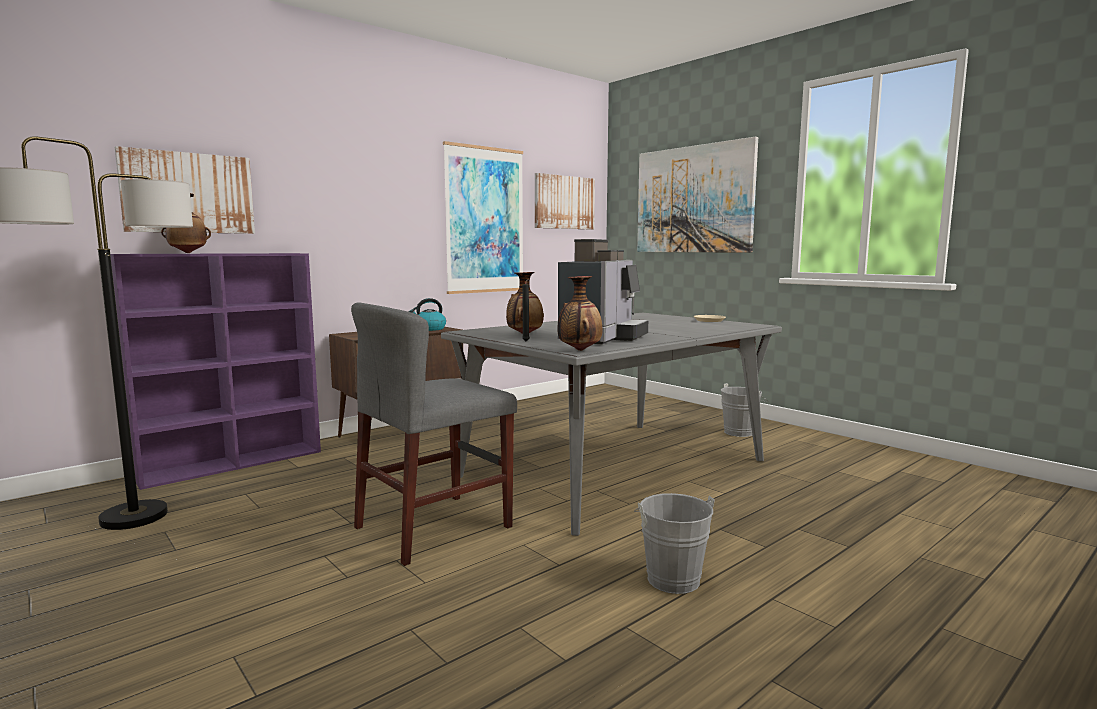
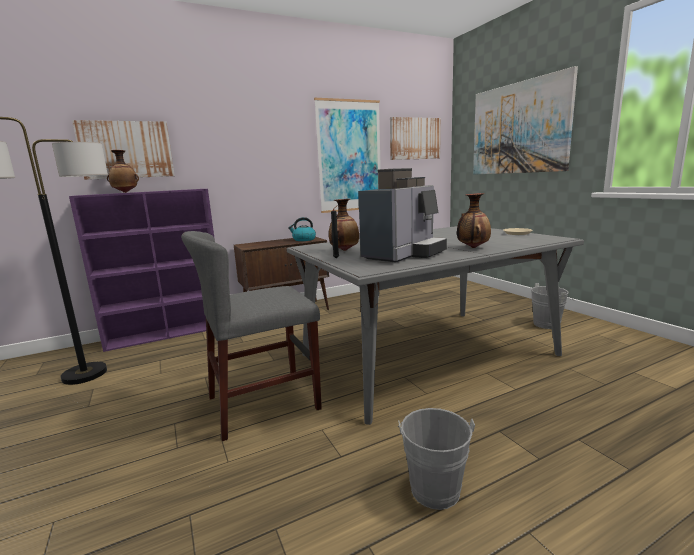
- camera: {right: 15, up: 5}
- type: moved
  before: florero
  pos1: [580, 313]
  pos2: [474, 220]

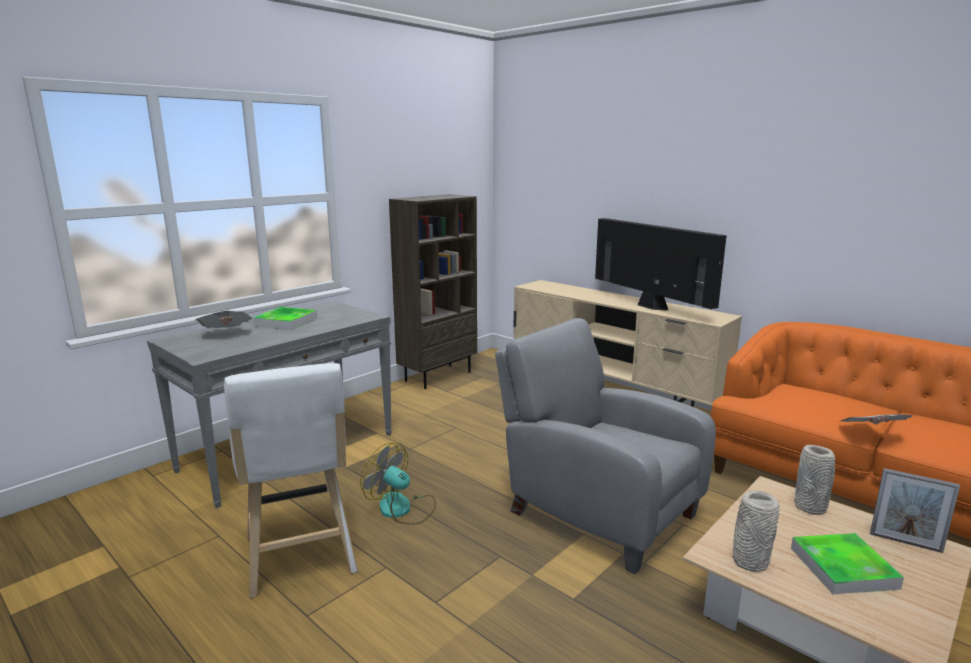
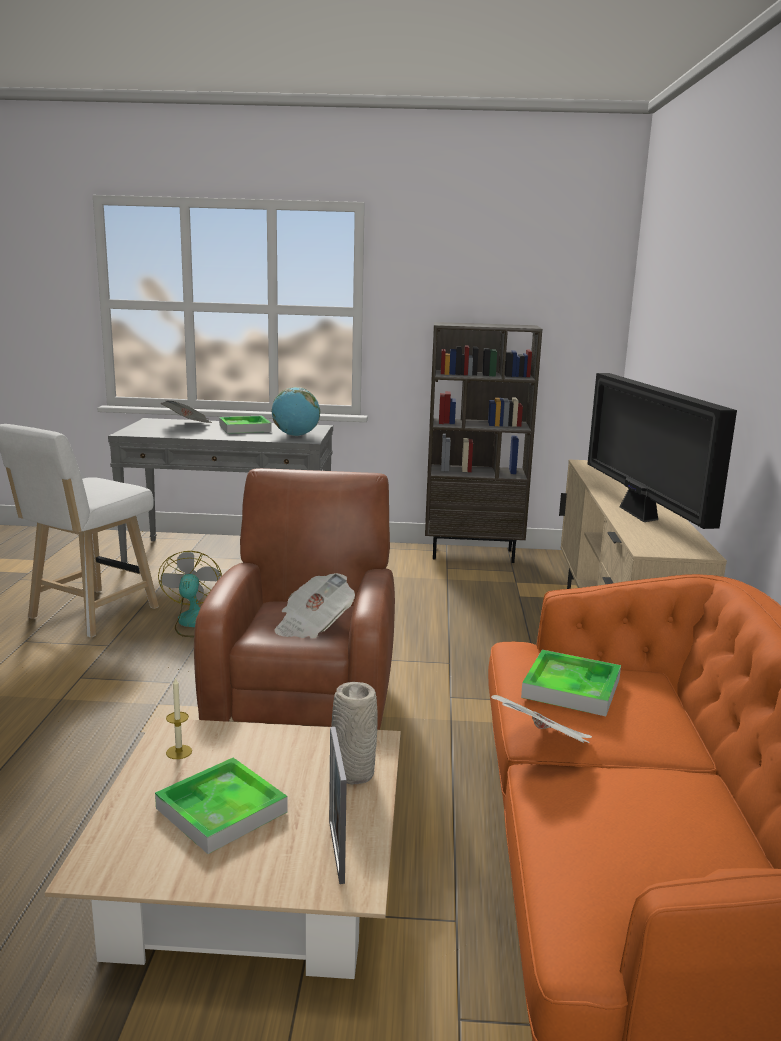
- camera: {right: 50, up: 0}
- type: recoloured
  before: sillón (gris)
  after: sillón (marrón)
  pos1: [605, 446]
  pos2: [294, 599]
- type: turned
  before: televisor
  pos1: [661, 264]
  pos2: [662, 451]
  turn: 150
- type: replaced
  before: florero (gris)
  after: vela
  pos1: [756, 531]
  pos2: [179, 718]
- type: added
  after: globo terráqueo
  pos2: [296, 411]
- type: added
  after: periódico
  pos2: [314, 606]
- type: added
  after: bandeja
  pos2: [571, 683]

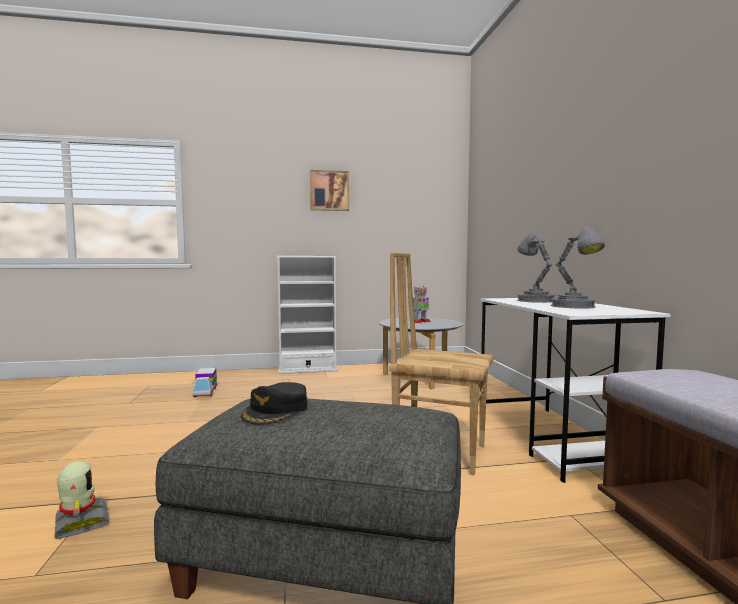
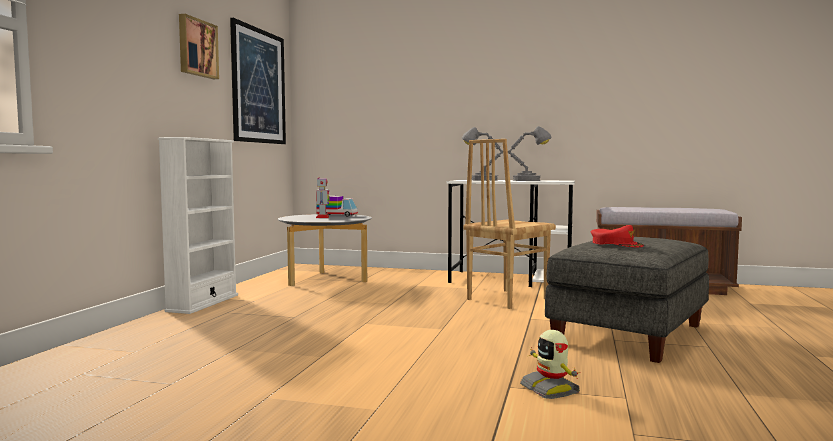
- camera: {right: -65, up: 0}
- type: turned
  before: robot de juguete
  pos1: [81, 500]
  pos2: [550, 364]
  turn: -105
- type: moved
  before: camión de juguete
  pos1: [204, 382]
  pos2: [337, 206]
- type: recoloured
  before: gorra (negro)
  after: gorra (rojo)
  pos1: [274, 403]
  pos2: [617, 236]
- type: added
  after: cuadro
  pos2: [258, 81]

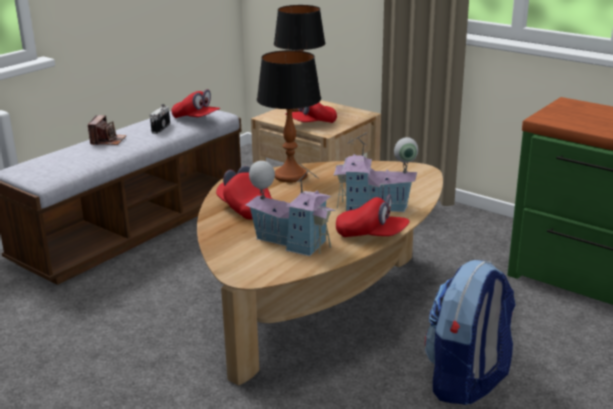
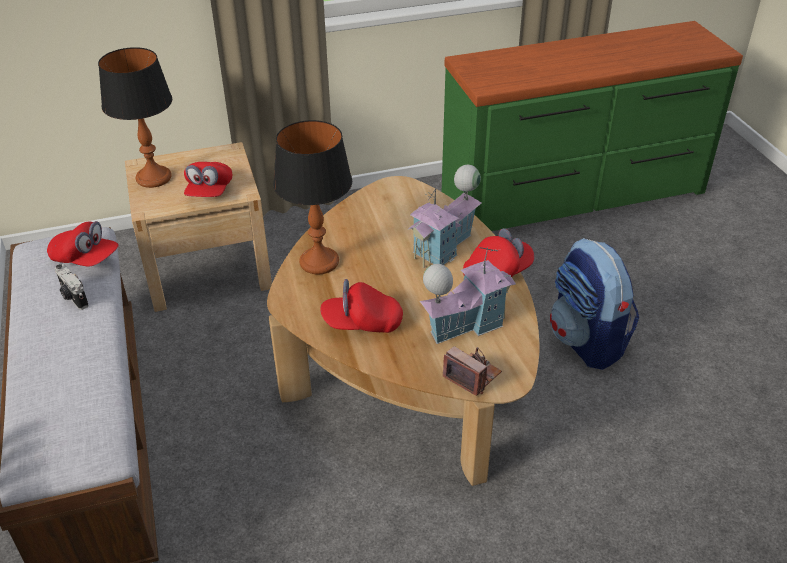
- camera: {right: -55, up: 15}
- type: moved
  before: cámara
  pos1: [107, 130]
  pos2: [472, 371]
- type: turned
  before: gorra (rojo)
  pos1: [196, 103]
  pos2: [83, 244]
  turn: 45

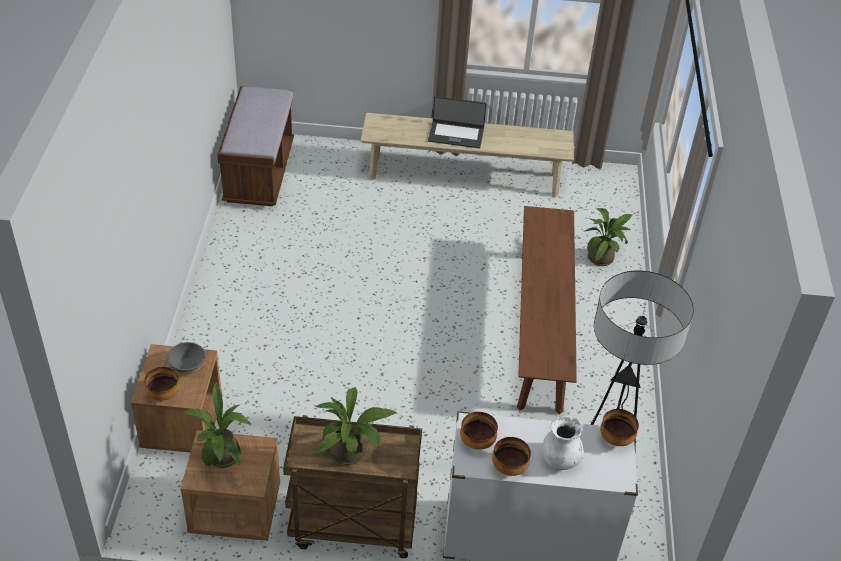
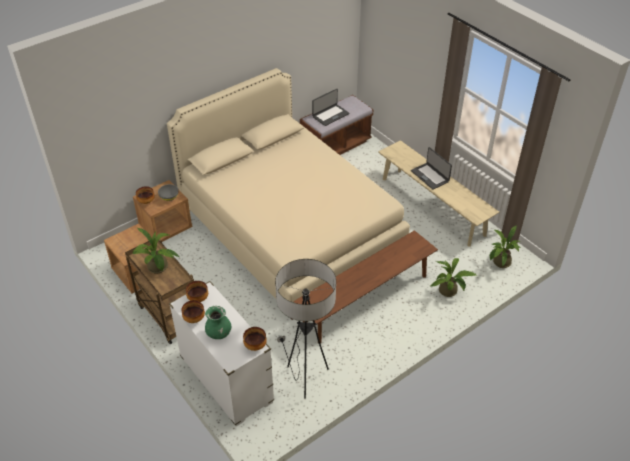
- camera: {right: 50, up: 0}
- type: moved
  before: planta en maceta
  pos1: [216, 425]
  pos2: [505, 247]
- type: recoloured
  before: florero (blanco)
  after: florero (verde)
  pos1: [563, 442]
  pos2: [218, 322]
- type: added
  after: cama (beis)
  pos2: [288, 194]
- type: added
  after: portátil
  pos2: [331, 107]

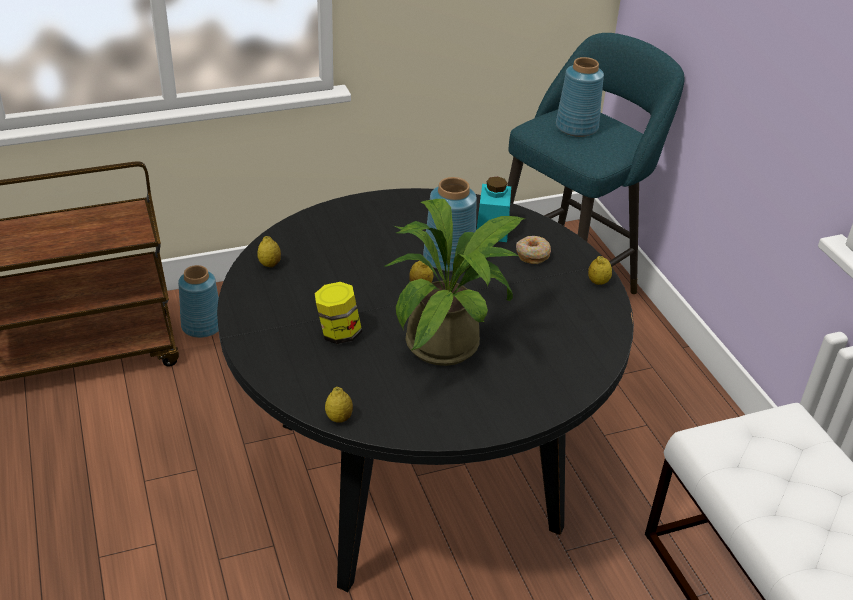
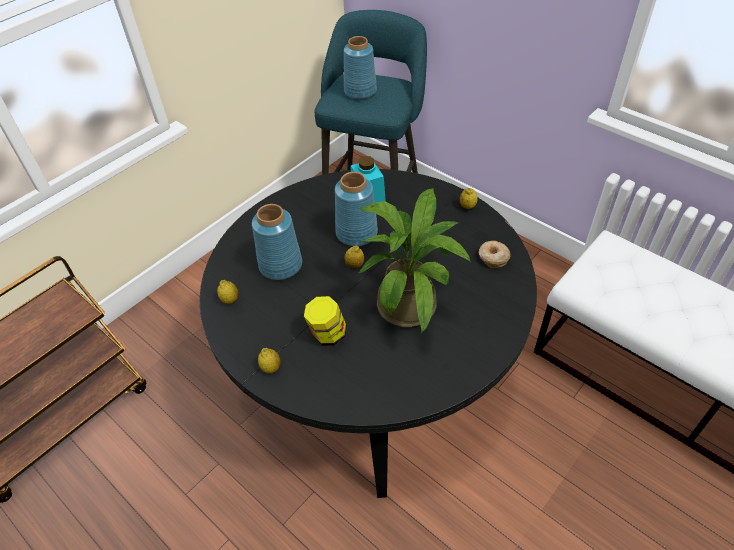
- camera: {right: -25, up: 10}
- type: moved
  before: florero (azul)
  pos1: [198, 301]
  pos2: [277, 242]
- type: moved
  before: limón
  pos1: [339, 405]
  pos2: [269, 360]
- type: moved
  before: rosquilla
  pos1: [533, 250]
  pos2: [495, 254]

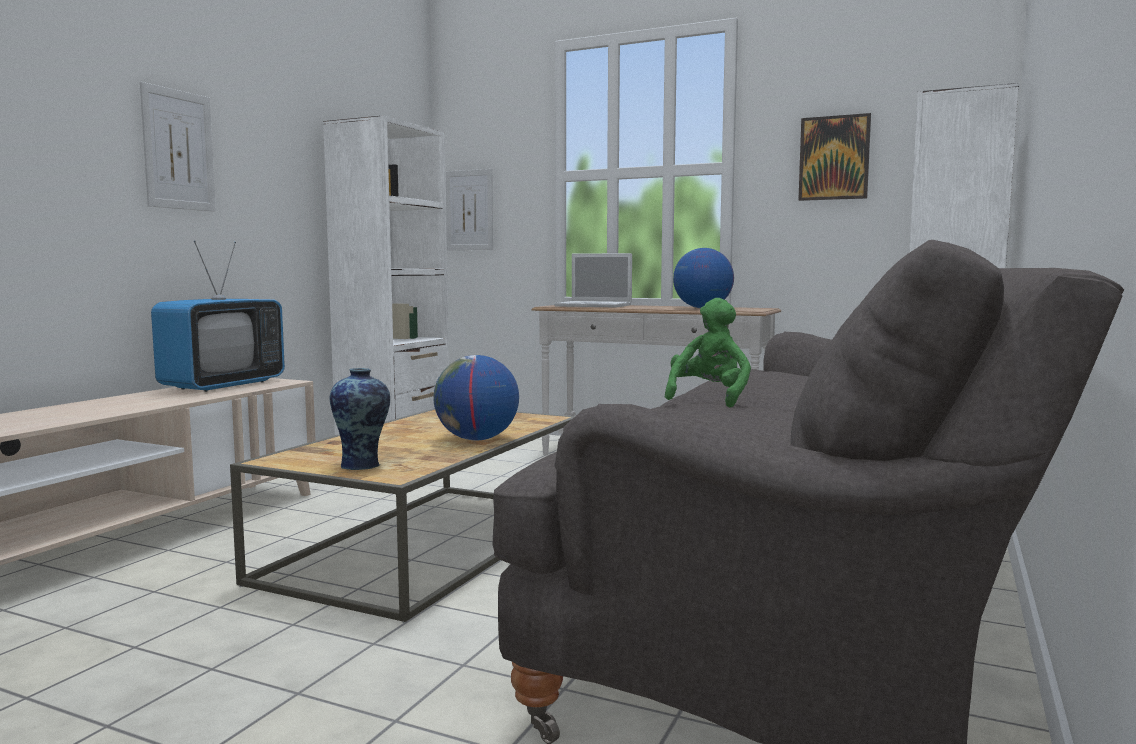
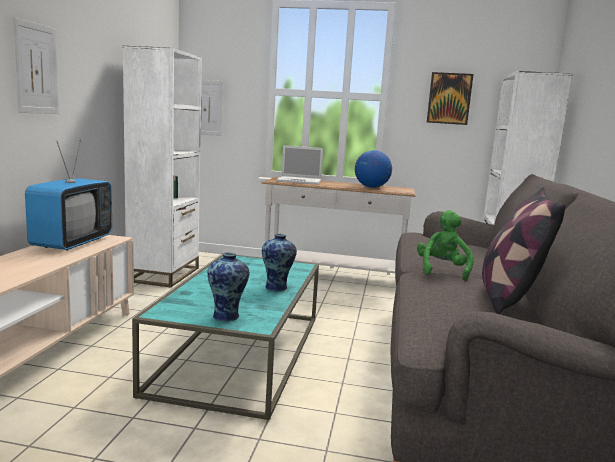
- camera: {right: -15, up: 5}
- type: recoloured
  before: mesa de centro (marrón)
  after: mesa de centro (turquesa)
  pos1: [402, 515]
  pos2: [225, 337]
- type: replaced
  before: globo terráqueo
  after: florero
  pos1: [476, 397]
  pos2: [279, 262]
- type: added
  after: cojín
  pos2: [523, 250]

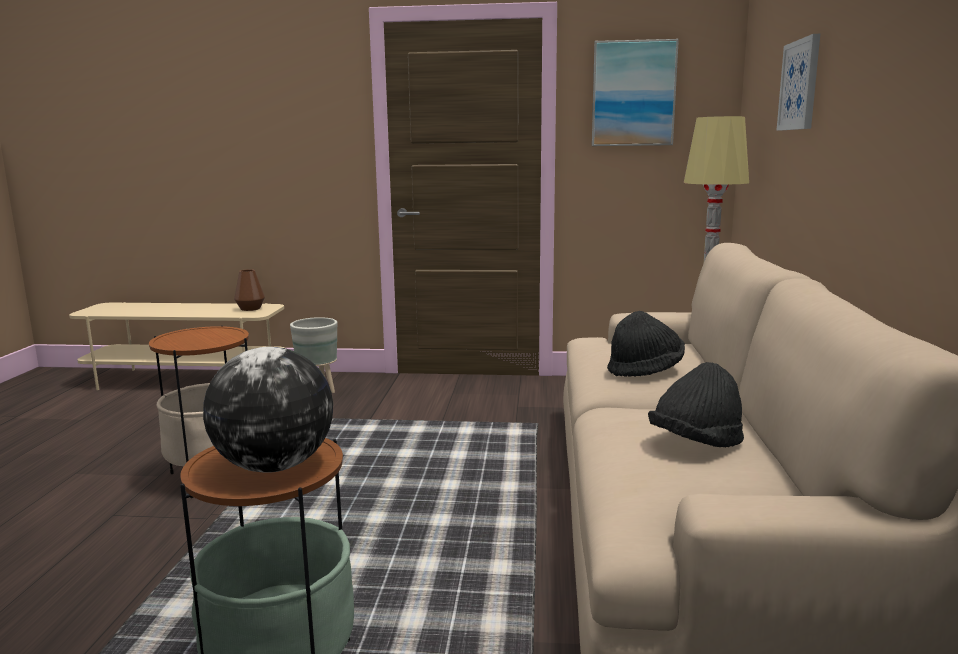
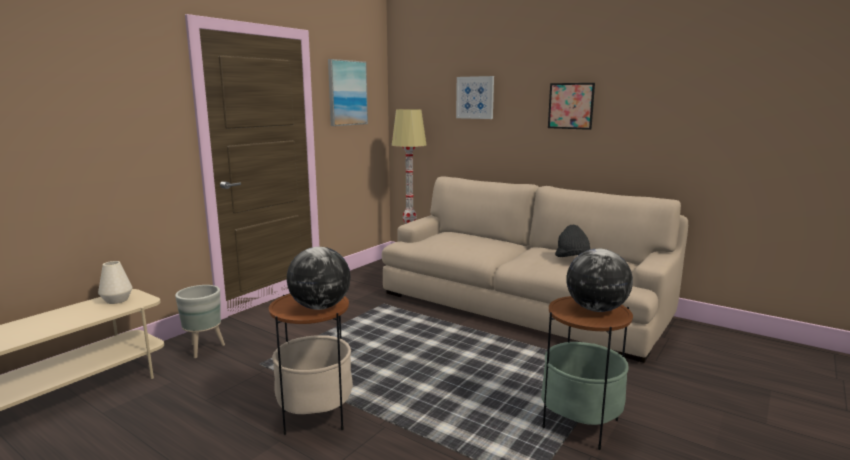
- camera: {right: -60, up: 0}
- type: recoloured
  before: florero (marrón)
  after: florero (blanco)
  pos1: [249, 290]
  pos2: [115, 282]
- type: removed
  before: sombrero (negro)
  pos1: [646, 344]
- type: added
  after: globo terráqueo
  pos2: [319, 278]
- type: added
  after: cuadro
  pos2: [571, 106]

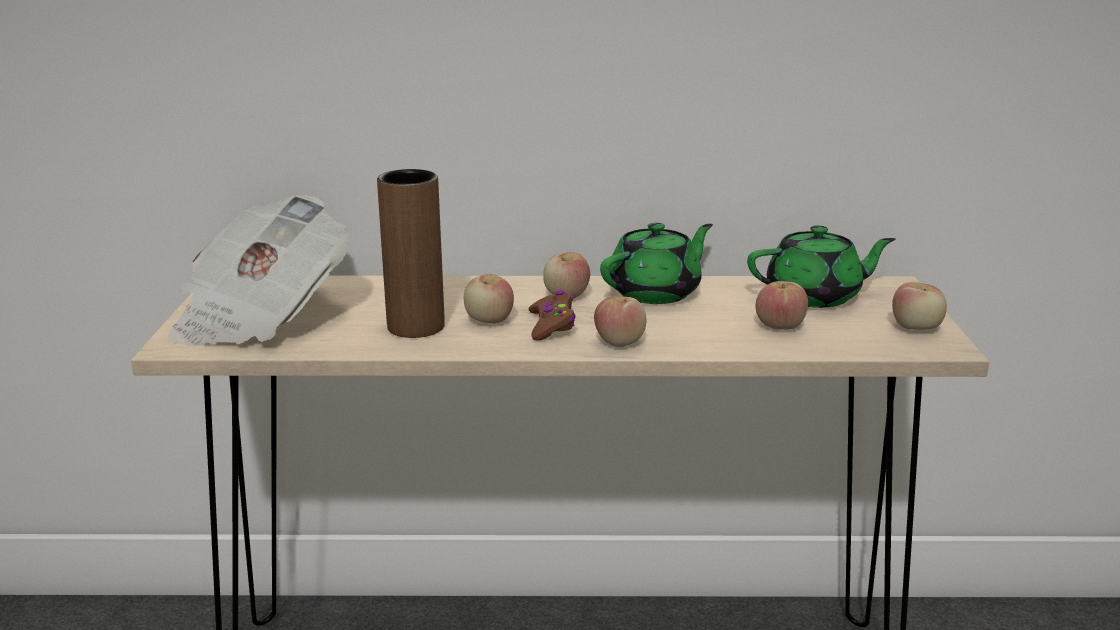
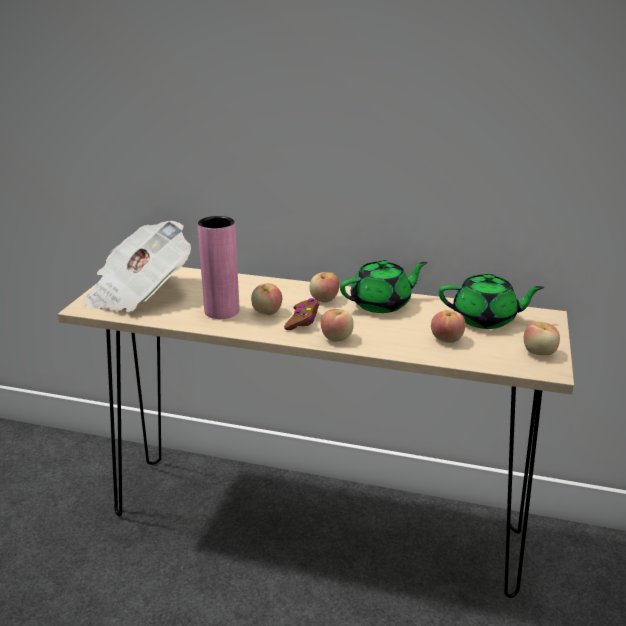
- camera: {right: 15, up: 5}
- type: recoloured
  before: florero (marrón)
  after: florero (rosa)
  pos1: [411, 253]
  pos2: [218, 267]

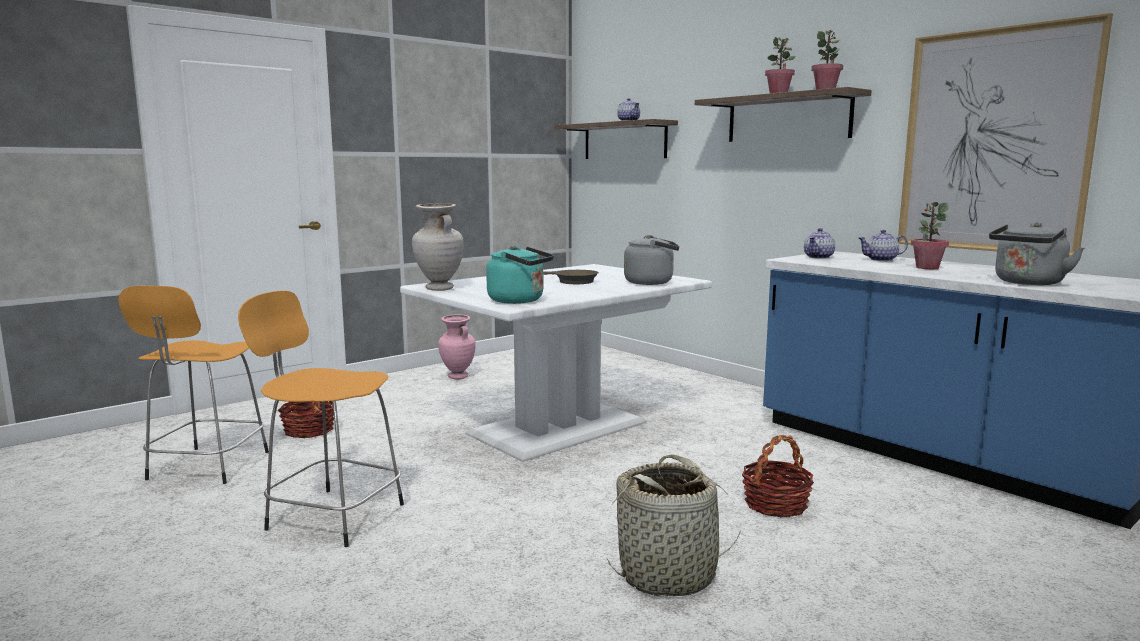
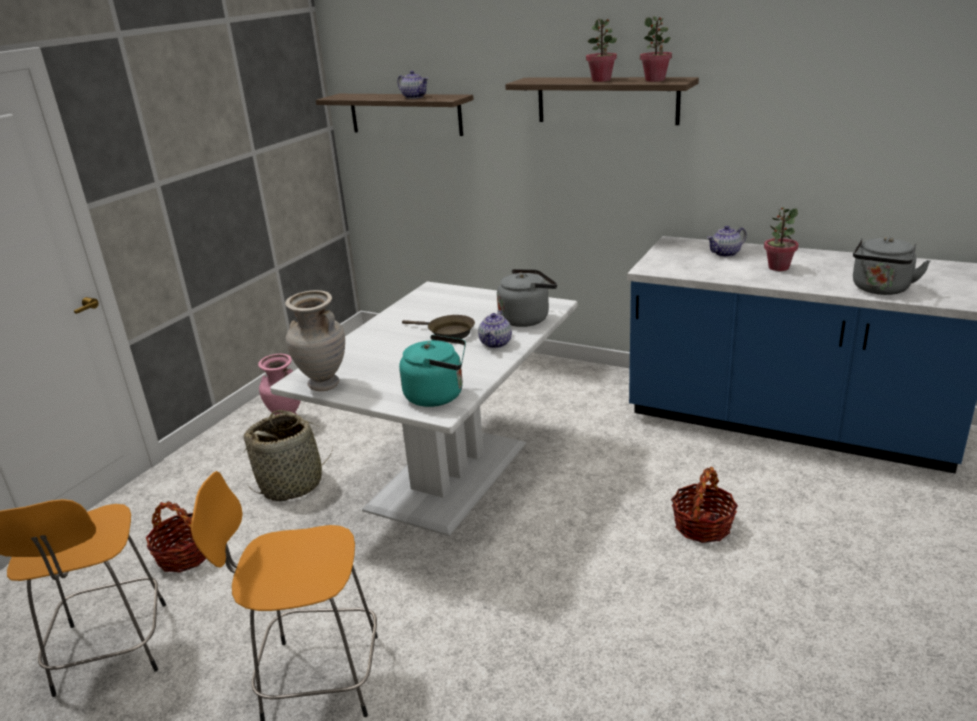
- camera: {right: -20, up: 15}
- type: moved
  before: cesta
  pos1: [673, 525]
  pos2: [288, 455]
- type: moved
  before: tetera
  pos1: [819, 243]
  pos2: [495, 329]
- type: removed
  before: cuadro
  pos1: [1005, 135]

